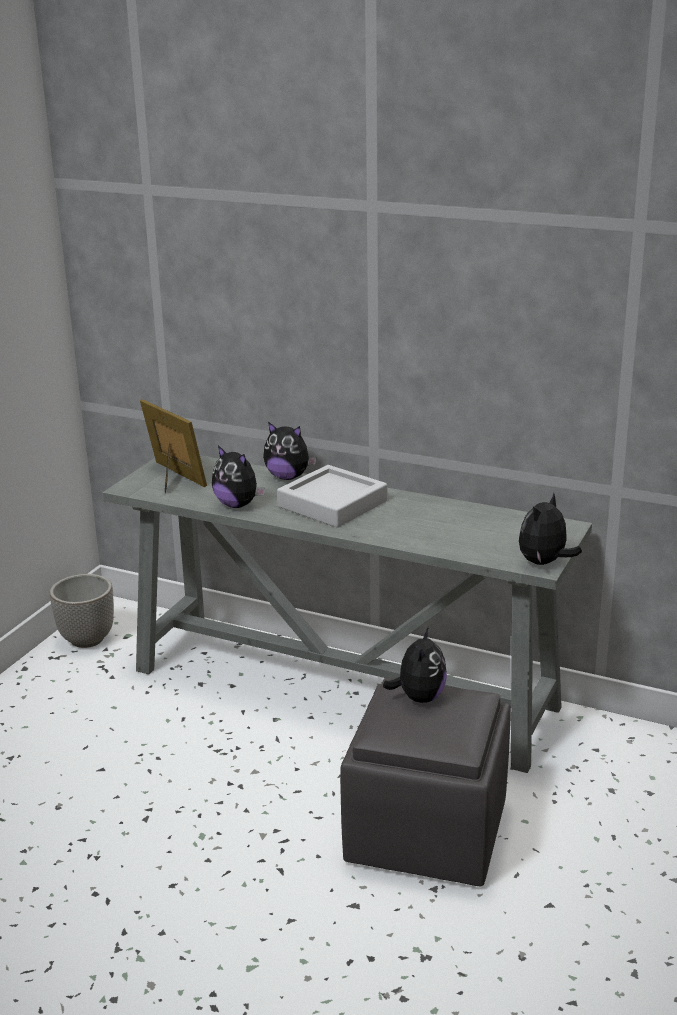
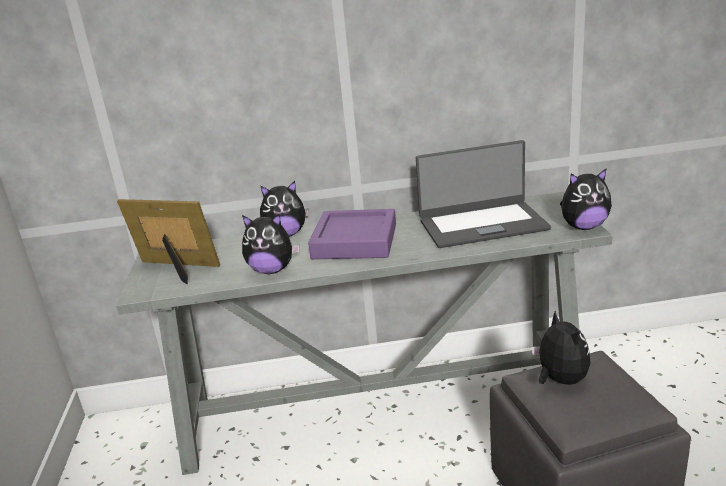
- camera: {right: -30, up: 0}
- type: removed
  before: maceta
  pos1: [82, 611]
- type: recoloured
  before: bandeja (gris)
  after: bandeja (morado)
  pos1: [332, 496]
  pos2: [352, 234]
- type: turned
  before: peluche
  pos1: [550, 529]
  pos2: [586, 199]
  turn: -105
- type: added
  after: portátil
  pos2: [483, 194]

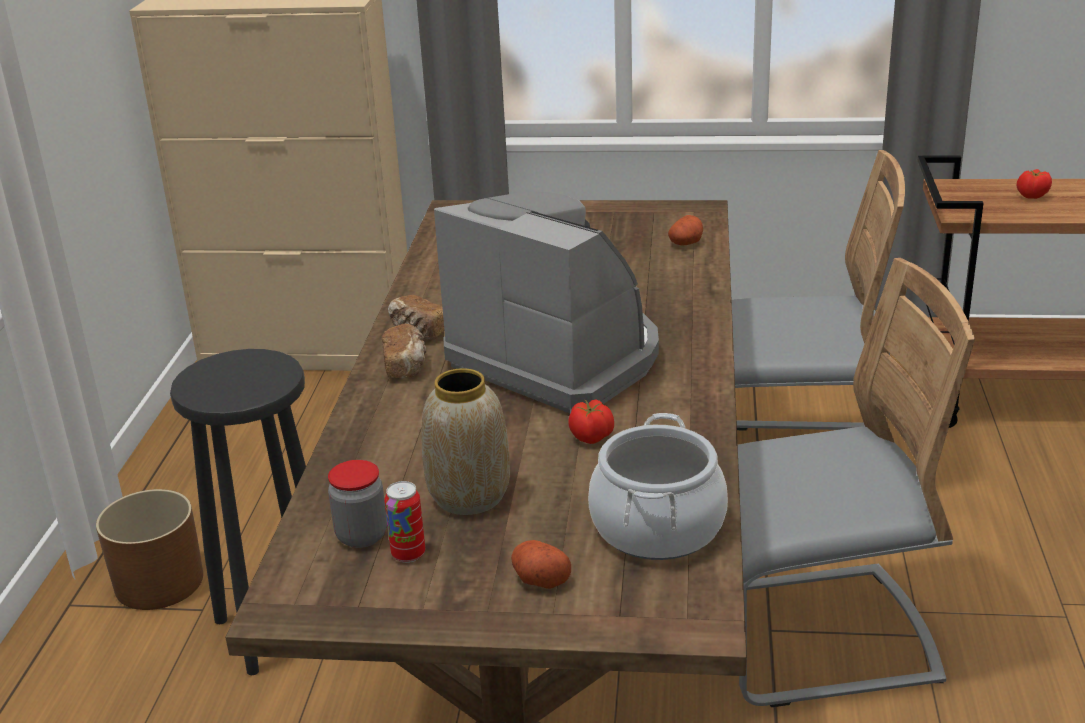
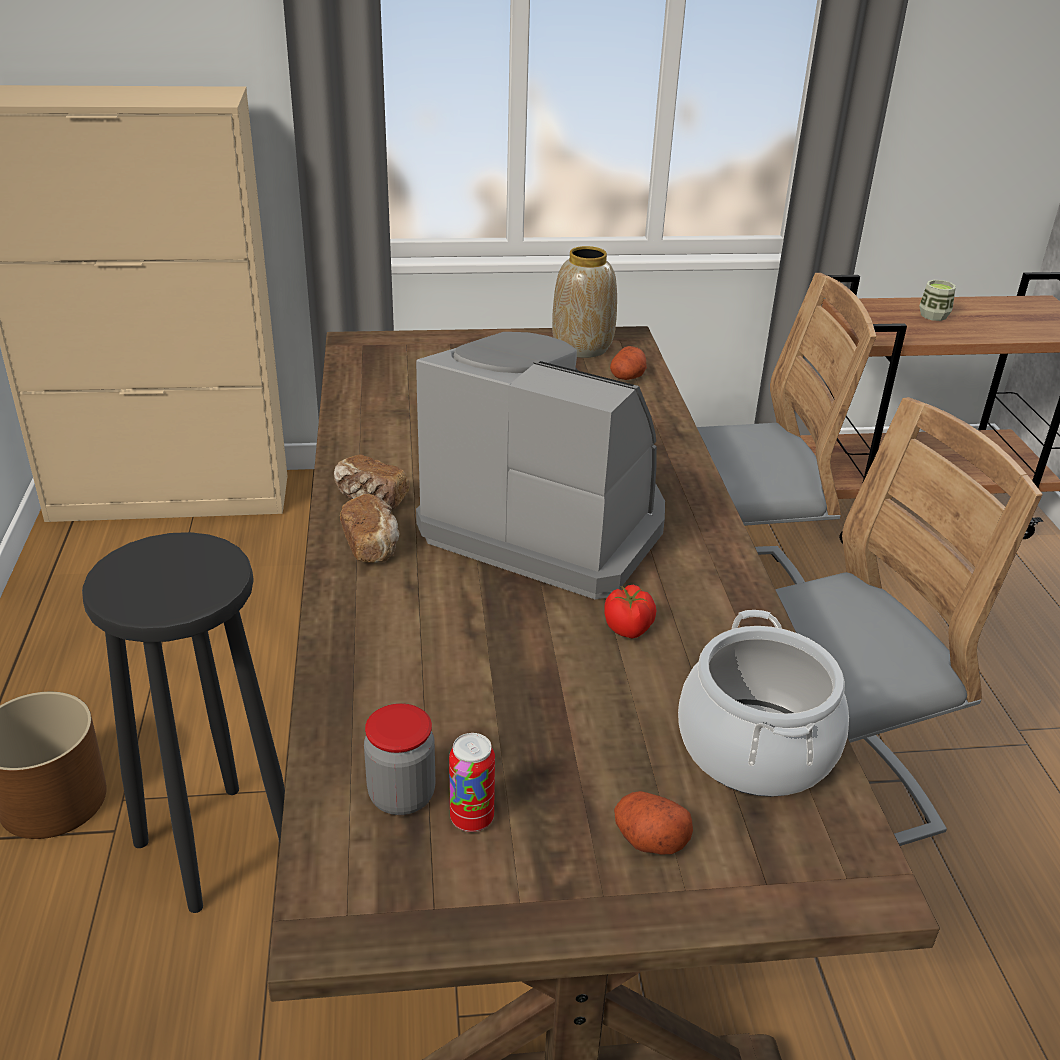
- camera: {right: -15, up: 5}
- type: moved
  before: florero
  pos1: [465, 441]
  pos2: [584, 302]
- type: replaced
  before: tomate
  after: taza
  pos1: [1034, 184]
  pos2: [937, 300]

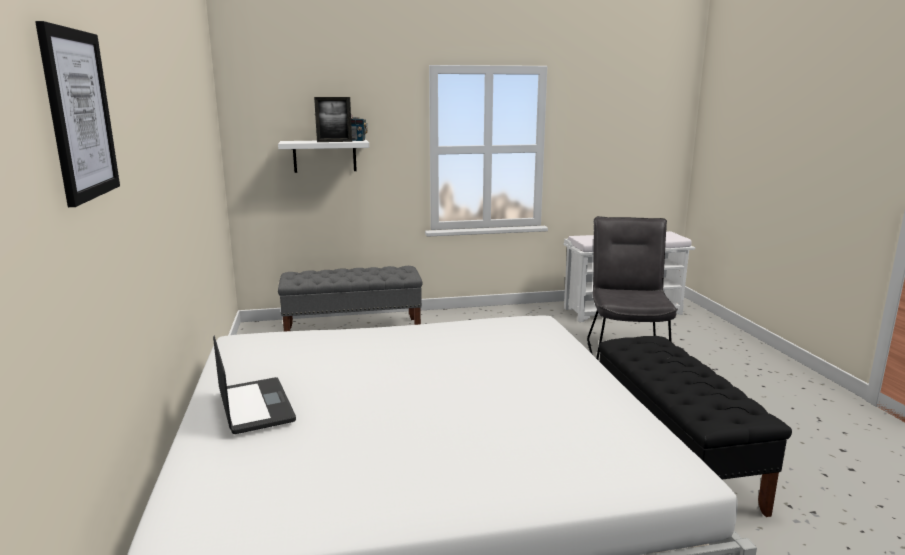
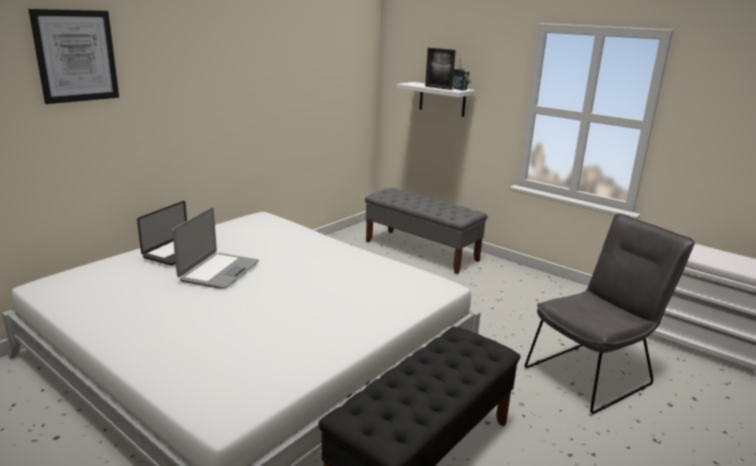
- camera: {right: 50, up: 5}
- type: added
  after: portátil
  pos2: [215, 247]

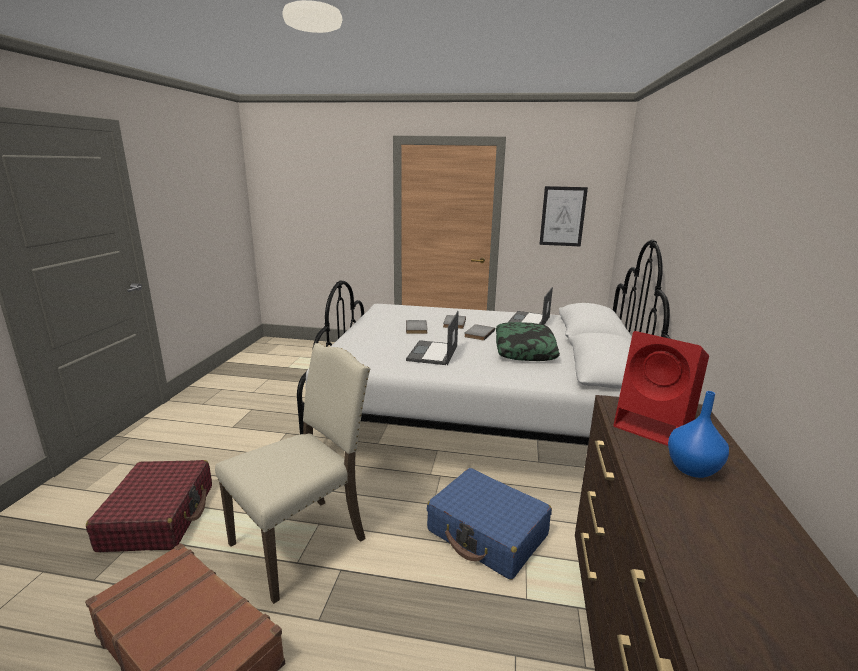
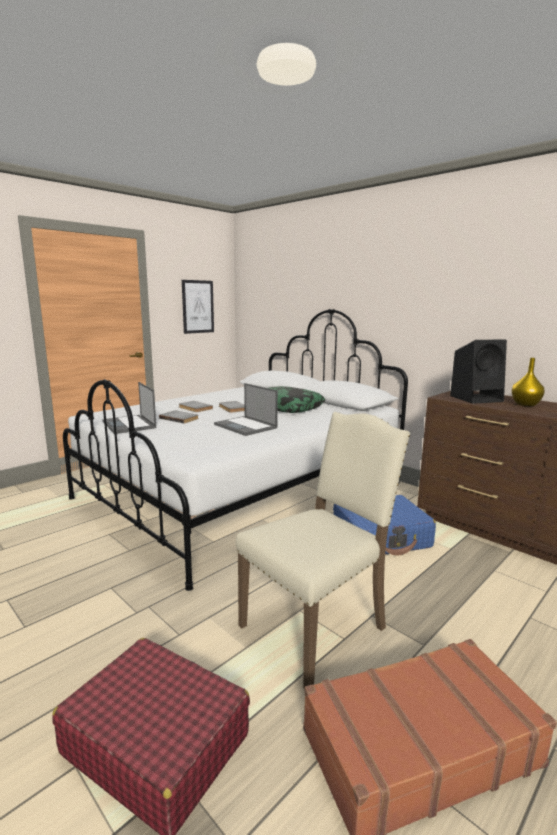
- camera: {right: -55, up: -5}
- type: turned
  before: silla (beis)
  pos1: [292, 473]
  pos2: [323, 550]
  turn: 60
- type: moved
  before: portátil
  pos1: [530, 306]
  pos2: [129, 408]
- type: recoloured
  before: altavoz (rojo)
  after: altavoz (negro)
  pos1: [661, 388]
  pos2: [478, 371]
- type: recoloured
  before: florero (azul)
  after: florero (amarillo)
  pos1: [698, 434]
  pos2: [527, 382]

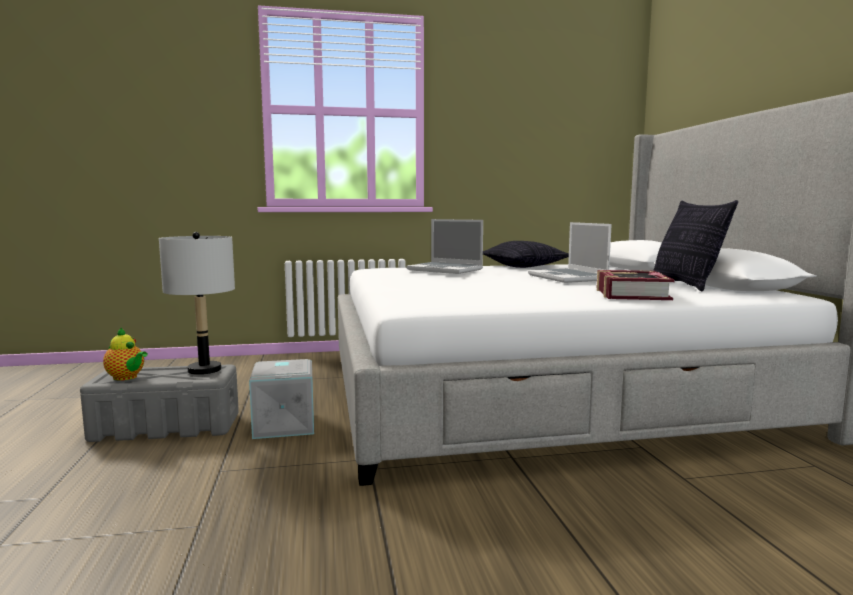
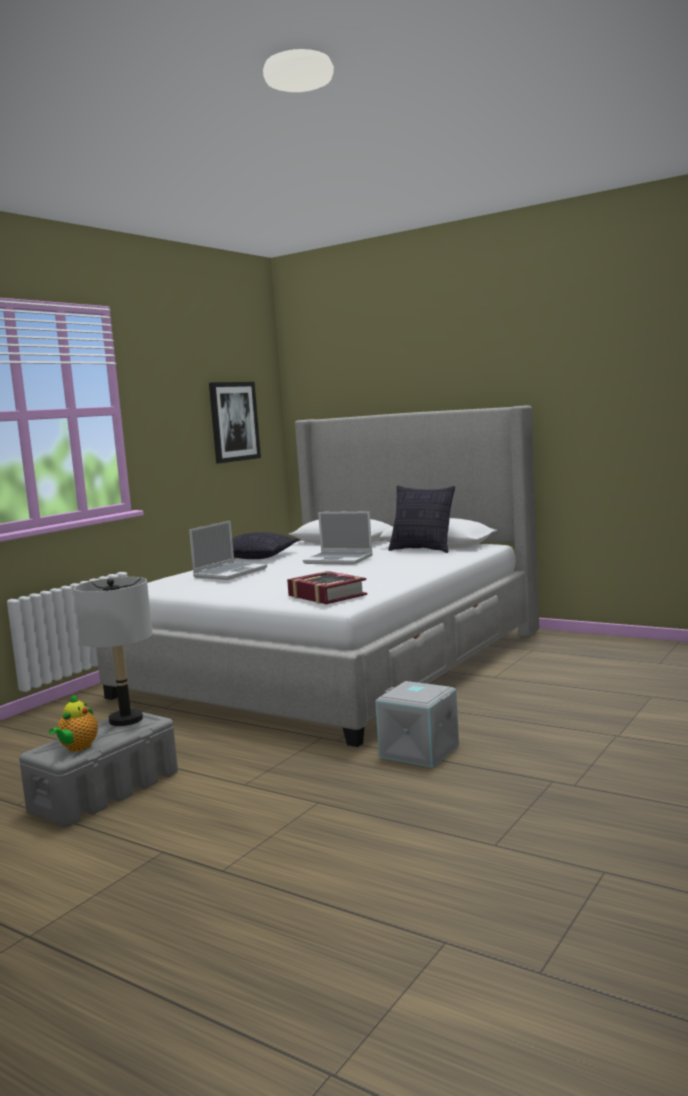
- camera: {right: -45, up: 0}
- type: turned
  before: tetera
  pos1: [125, 354]
  pos2: [73, 723]
  turn: 120
- type: moved
  before: caja de almacenaje (gris)
  pos1: [281, 399]
  pos2: [417, 724]
- type: turned
  before: portátil
  pos1: [444, 246]
  pos2: [228, 550]
  turn: -45
- type: moved
  before: libro
  pos1: [636, 285]
  pos2: [327, 587]
- type: added
  after: cuadro
  pos2: [235, 422]

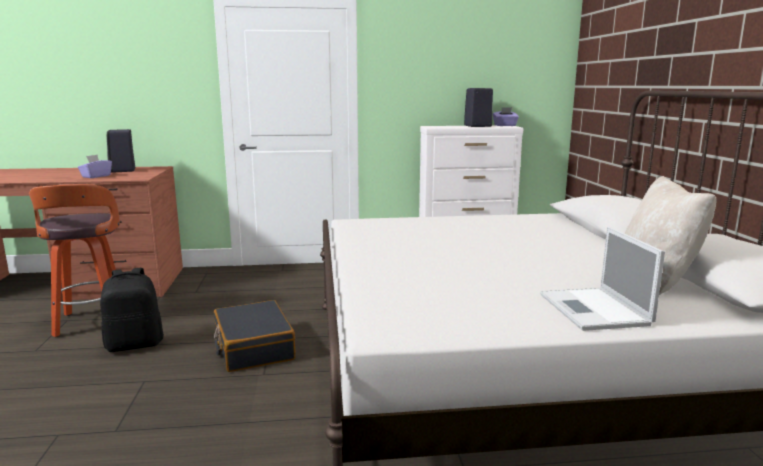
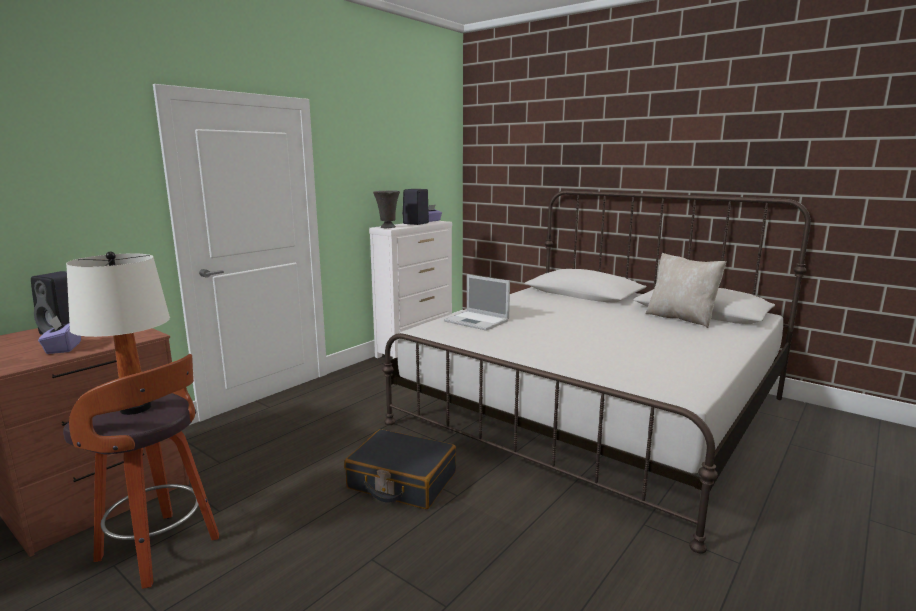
- camera: {right: -45, up: 0}
- type: removed
  before: mochila (negro)
  pos1: [132, 310]
- type: moved
  before: portátil
  pos1: [602, 278]
  pos2: [477, 302]
- type: added
  after: lámpara de mesa (blanco)
  pos2: [118, 333]
- type: added
  after: florero (gris)
  pos2: [386, 209]

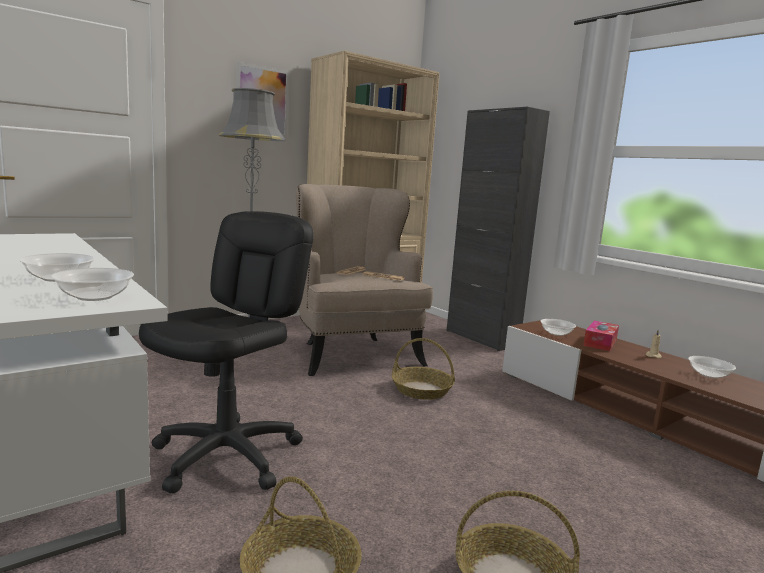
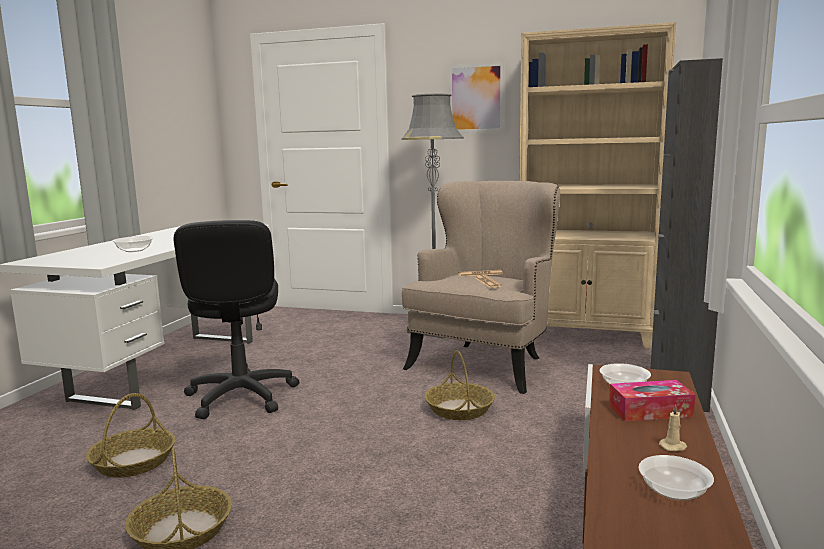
- camera: {right: 55, up: 0}
- type: removed
  before: cuenco
  pos1: [92, 284]
- type: turned
  before: silla de oficina (negro)
  pos1: [226, 352]
  pos2: [236, 319]
  turn: 90

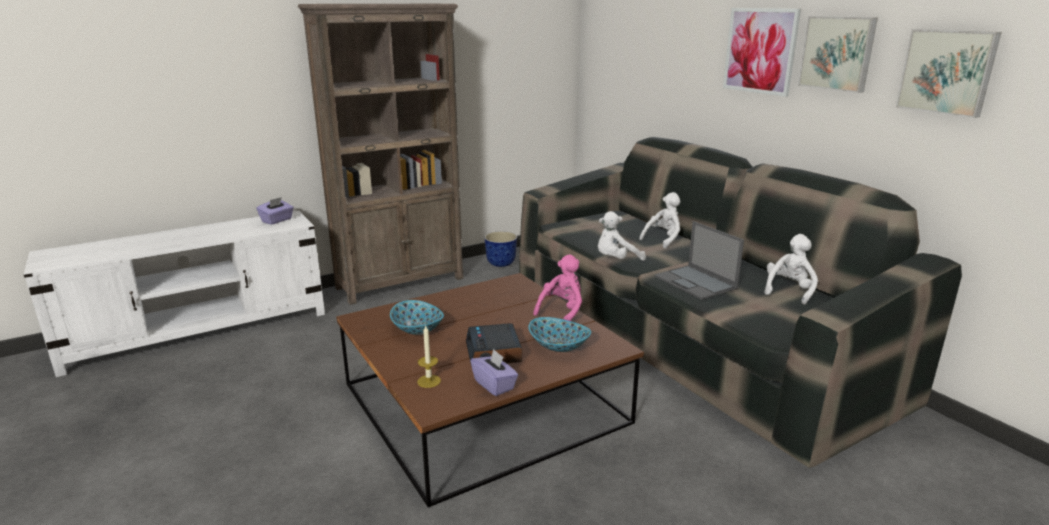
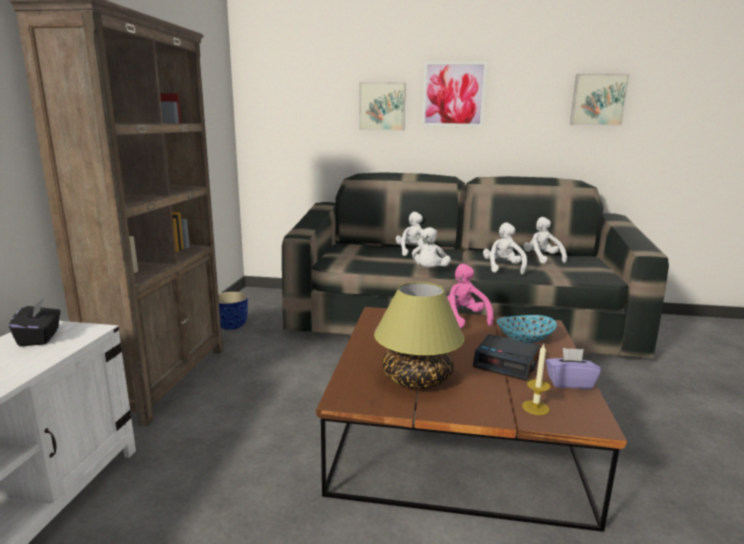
- camera: {right: -50, up: -5}
- type: recoloured
  before: caja de pañuelos (morado)
  after: caja de pañuelos (negro)
  pos1: [275, 211]
  pos2: [35, 322]
- type: replaced
  before: cuenco
  after: lámpara de mesa
  pos1: [417, 317]
  pos2: [419, 335]
- type: replaced
  before: portátil
  after: peluche (blanco)
  pos1: [699, 260]
  pos2: [505, 249]
- type: moved
  before: cuadro
  pos1: [838, 54]
  pos2: [382, 106]

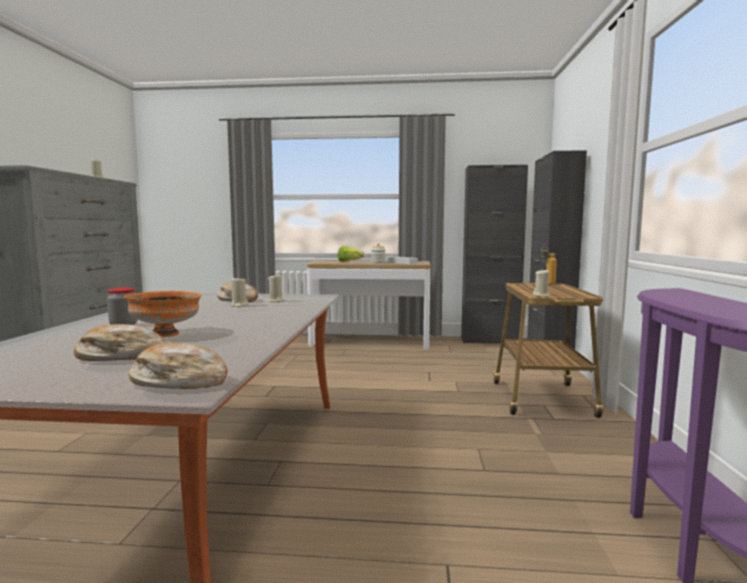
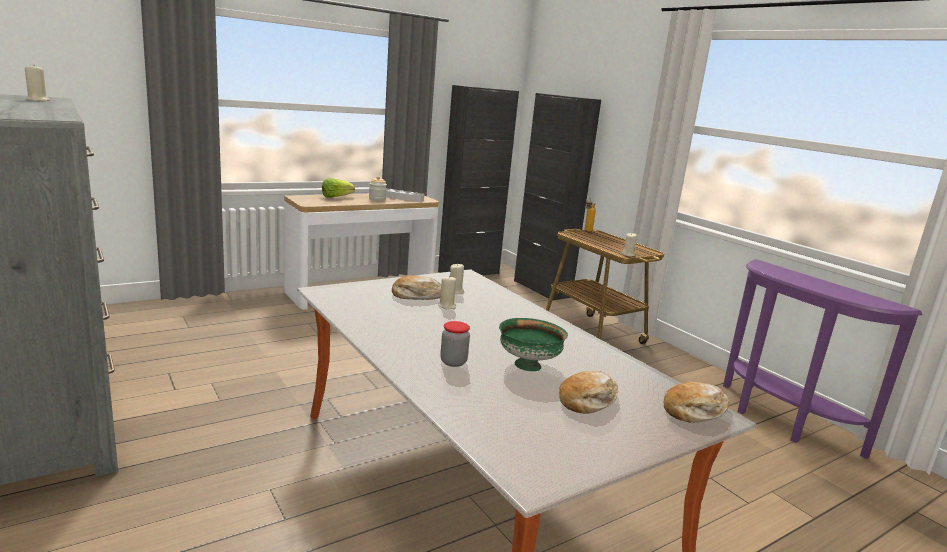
- camera: {right: -40, up: 10}
- type: recoloured
  before: cuenco (naranja)
  after: cuenco (verde)
  pos1: [163, 314]
  pos2: [533, 344]

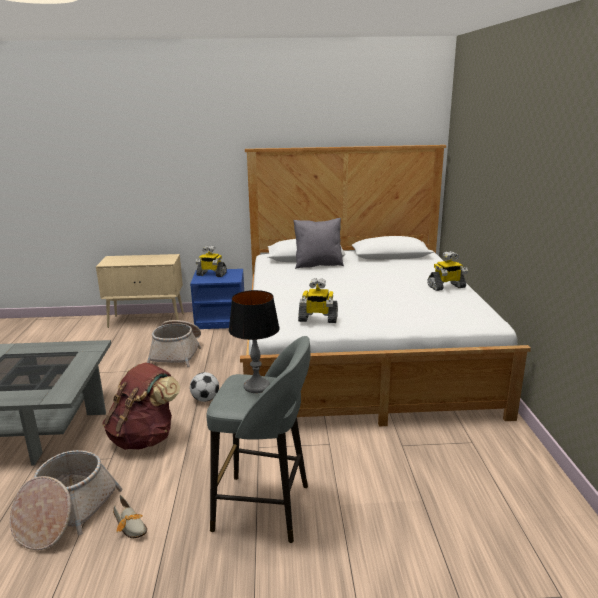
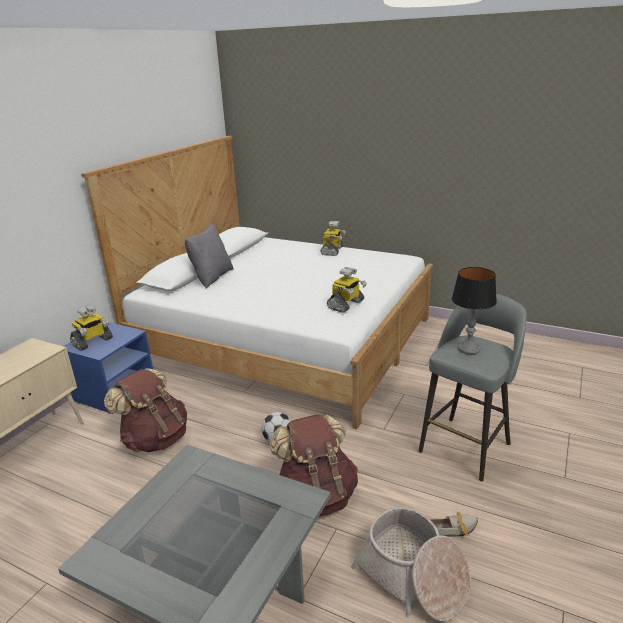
- camera: {right: -60, up: 5}
- type: replaced
  before: cesta
  after: mochila (marrón)
  pos1: [174, 343]
  pos2: [145, 410]

